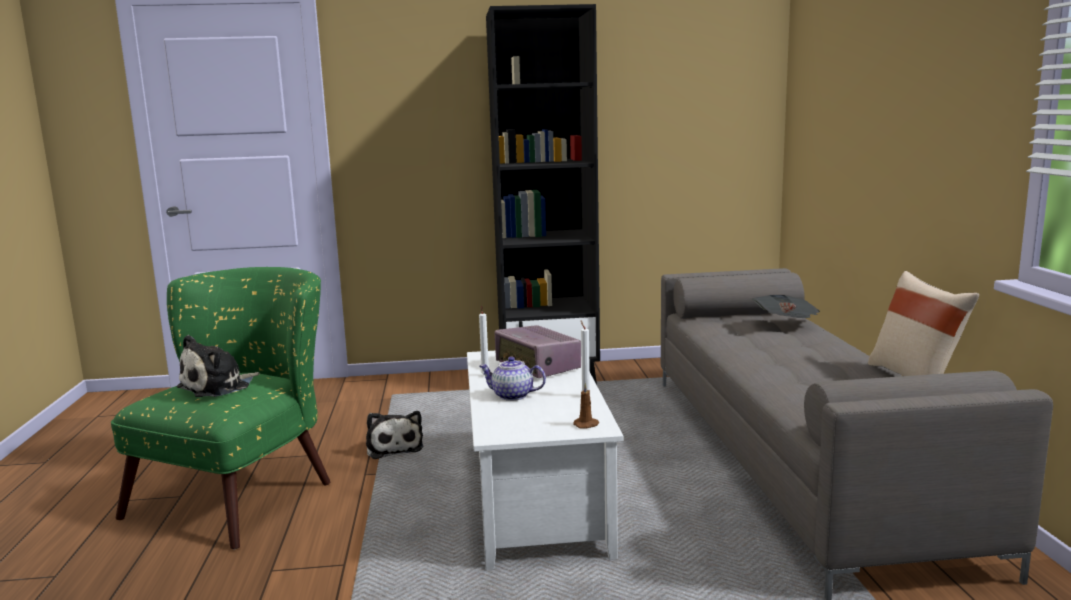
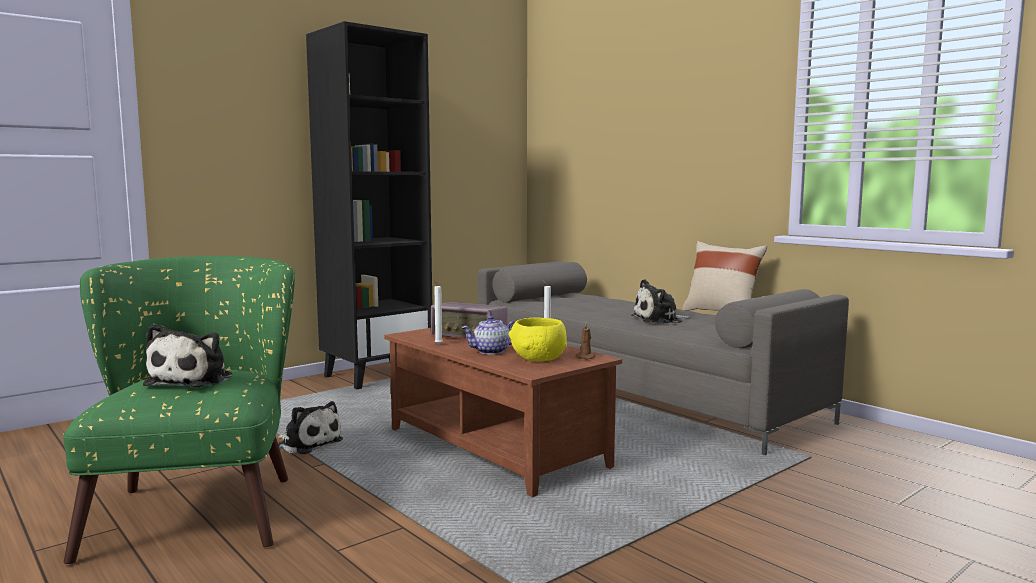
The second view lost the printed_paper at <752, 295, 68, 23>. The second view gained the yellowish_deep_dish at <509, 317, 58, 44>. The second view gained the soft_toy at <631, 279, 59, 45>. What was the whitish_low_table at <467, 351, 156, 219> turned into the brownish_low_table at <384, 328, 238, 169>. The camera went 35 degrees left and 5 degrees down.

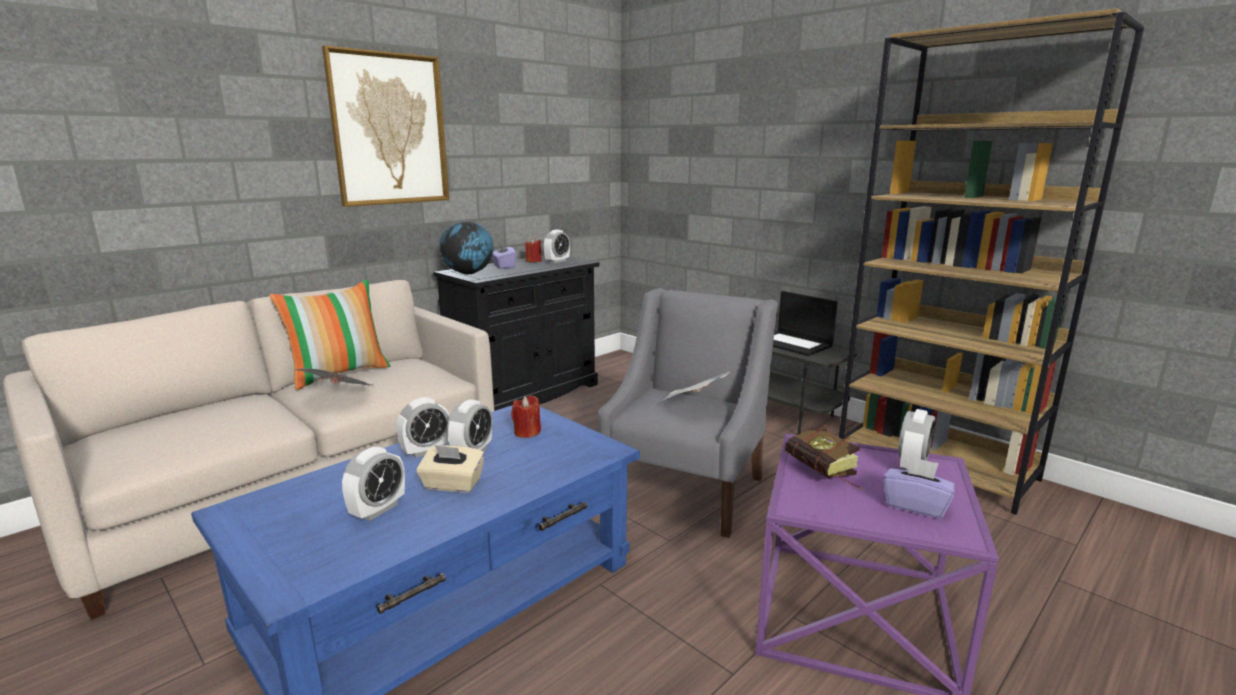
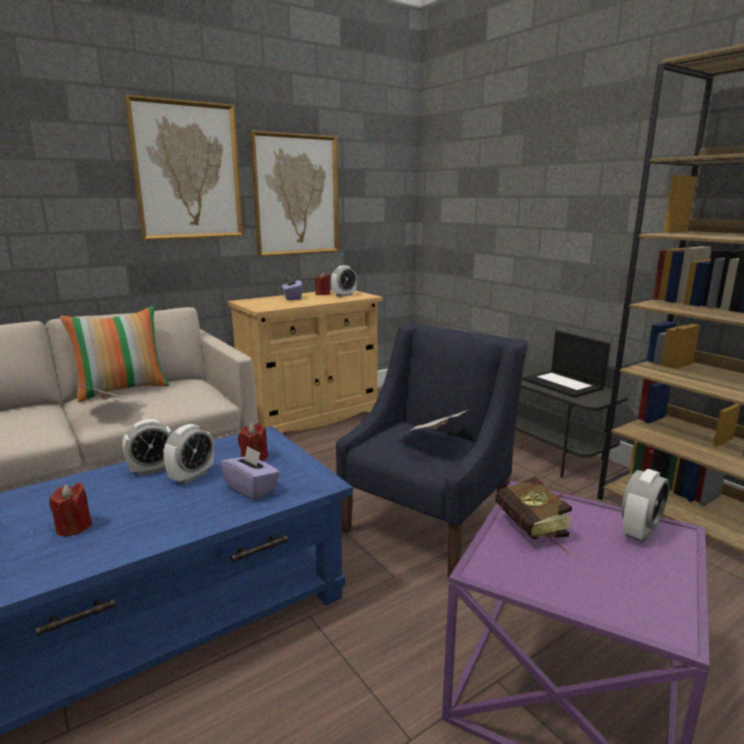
The second view lost the beige-coloured_tissue_holder at <416, 445, 69, 47>. The second view lost the desk_globe at <440, 221, 53, 53>. The second view gained the picture at <250, 130, 89, 127>. The purple_tissue_holder ended up elsewhere, having gone from <883, 456, 72, 63> to <220, 446, 60, 54>. Where the alarm_clock stood at <342, 447, 63, 74>, the red-coloured_wax_candle came to stand at <49, 482, 43, 55>. What was the blackish_cabinet at <433, 255, 167, 156> turned into the beige-coloured_cabinet at <228, 290, 155, 143>. What was the greyish_easy_chair at <598, 288, 180, 250> turned into the blue-coloured_easy_chair at <336, 323, 192, 255>. The camera went 10 degrees right and 0 degrees up.

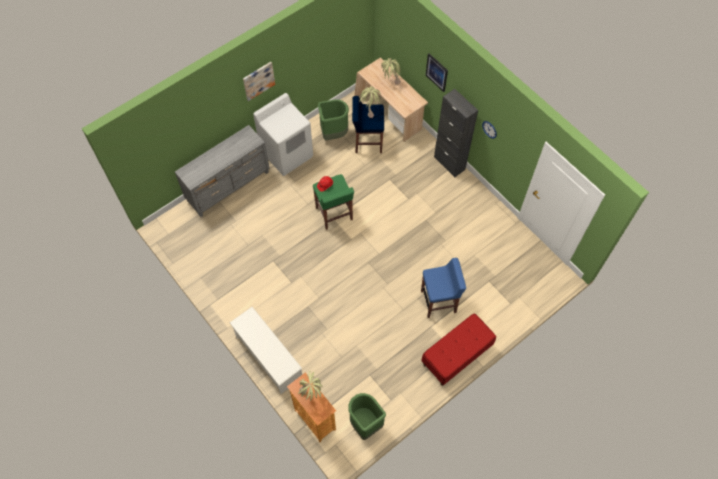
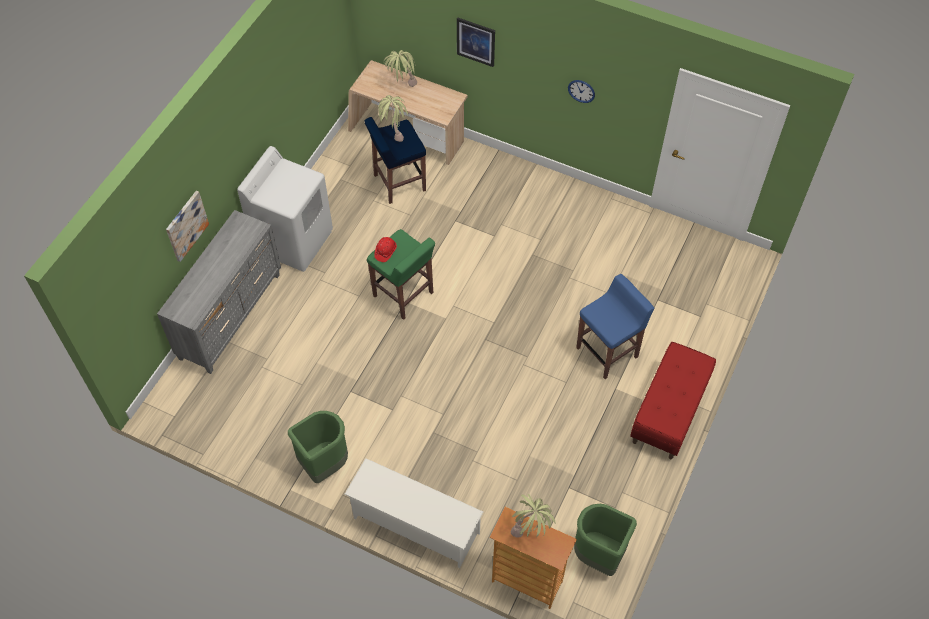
The second view lost the blackish_cabinet at <434, 89, 44, 88>. The picture ended up elsewhere, having gone from <243, 62, 32, 39> to <166, 191, 43, 71>. The green-coloured_trash_can ended up elsewhere, having gone from <318, 99, 31, 41> to <288, 411, 60, 72>. The camera went 25 degrees left and 5 degrees down.

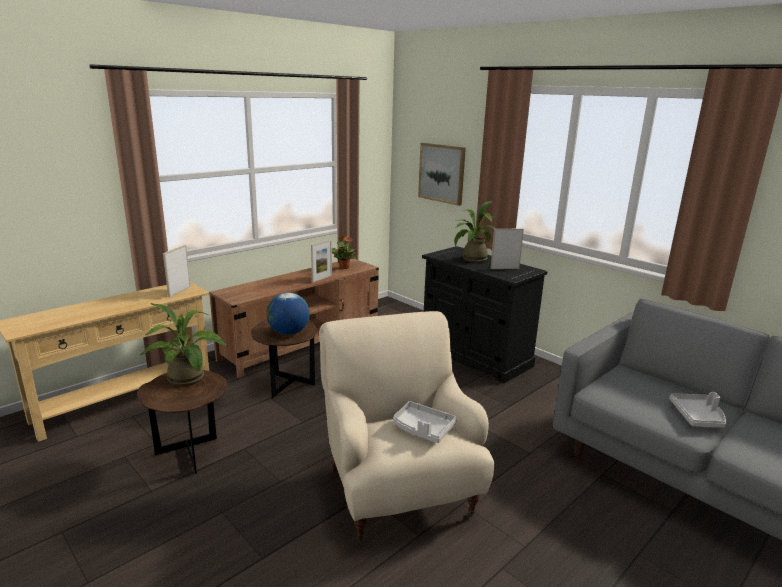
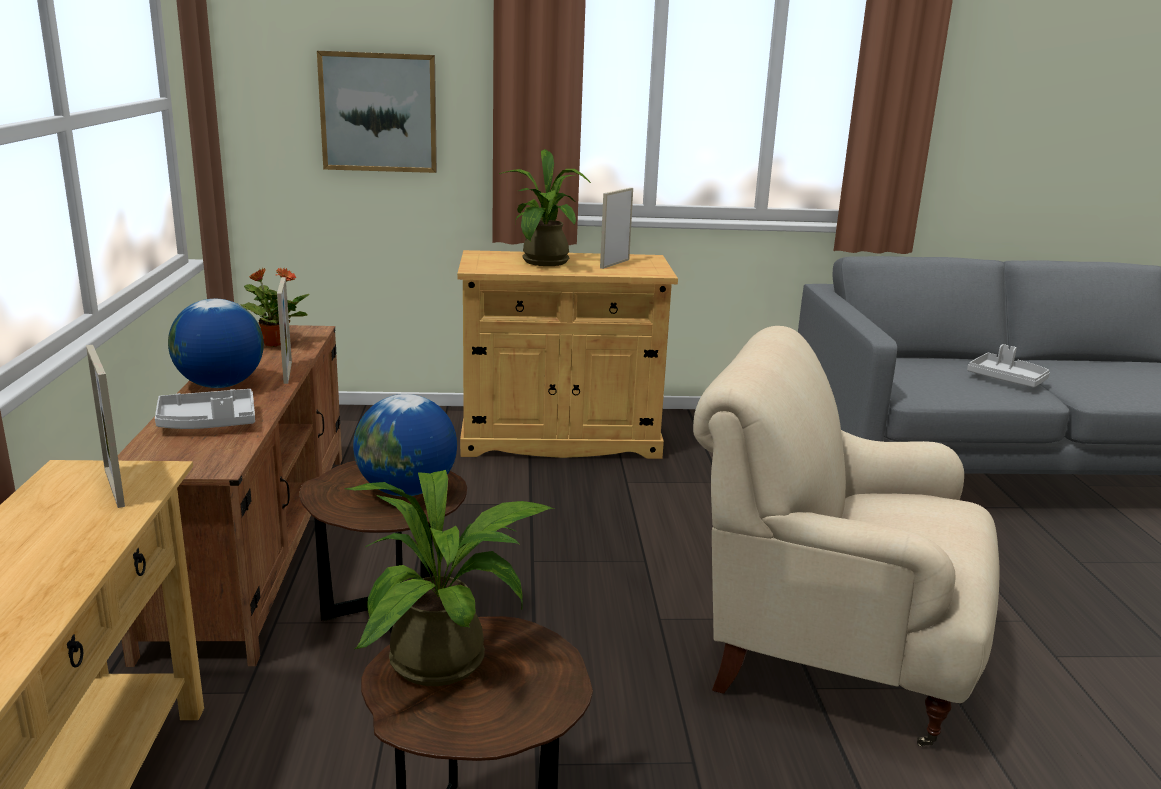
The second view gained the desk_globe at <168, 299, 96, 89>. The greyish_tray ended up elsewhere, having gone from <393, 401, 64, 42> to <155, 389, 100, 40>. What was the blackish_cabinet at <422, 246, 126, 137> turned into the beige-coloured_cabinet at <457, 250, 221, 209>. The camera went 50 degrees left and 0 degrees up.

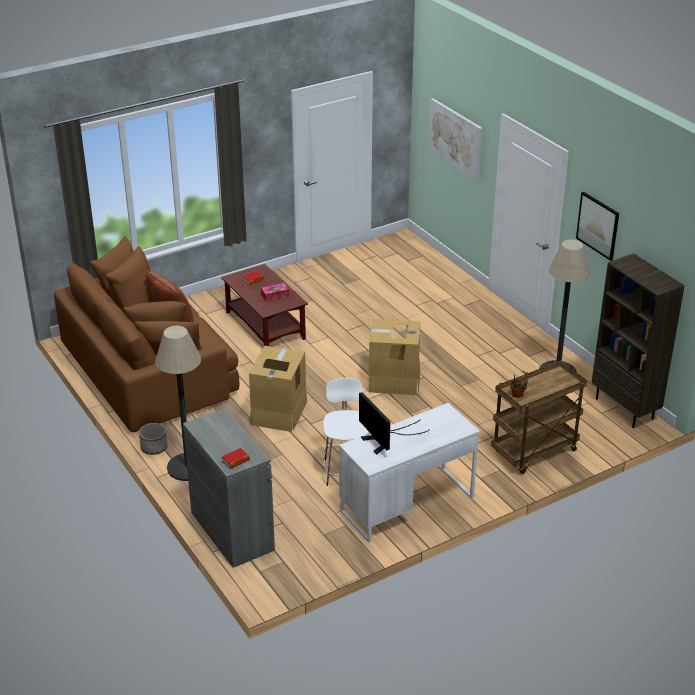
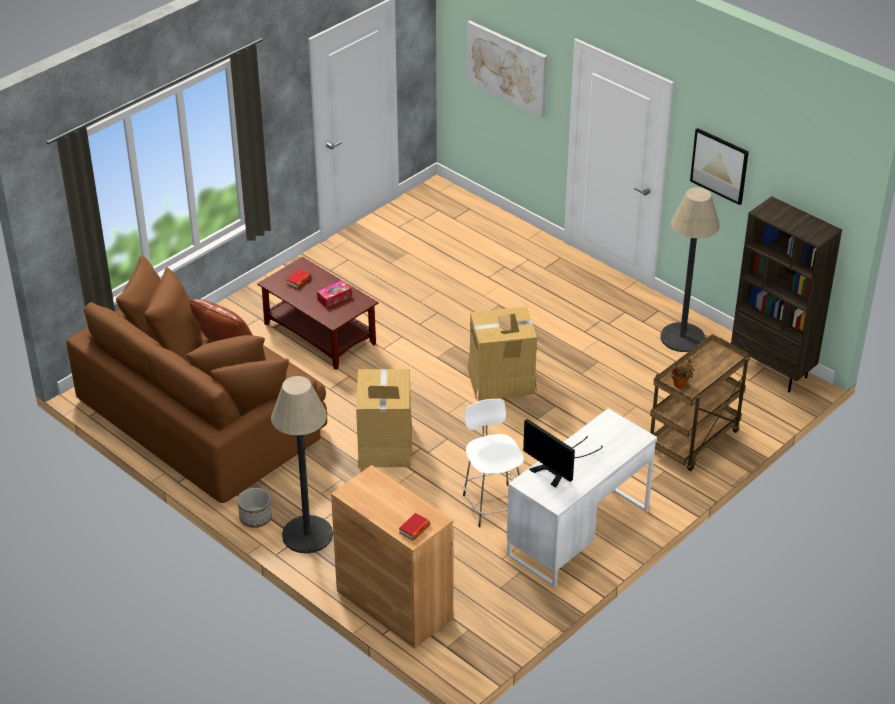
What was the greyish_cabinet at <183, 408, 92, 160> turned into the brownish_cabinet at <331, 465, 123, 184>. The camera went 15 degrees left and 5 degrees up.

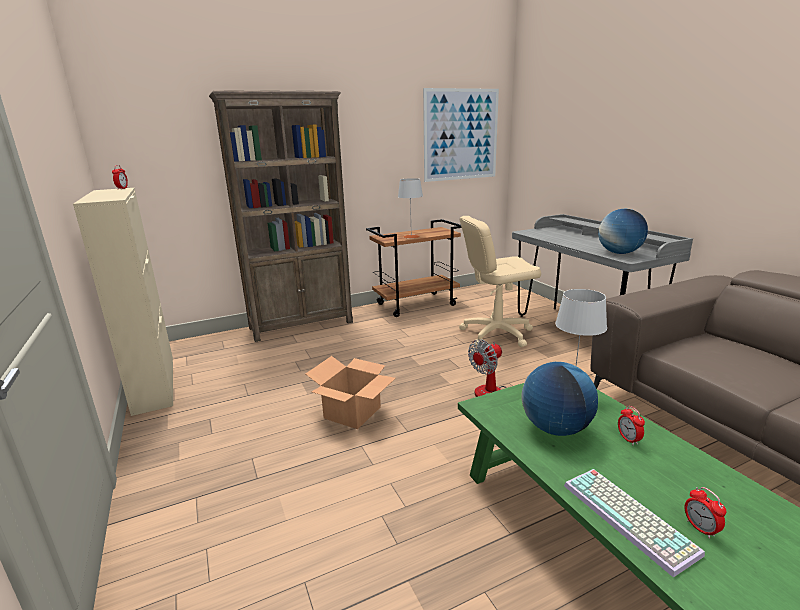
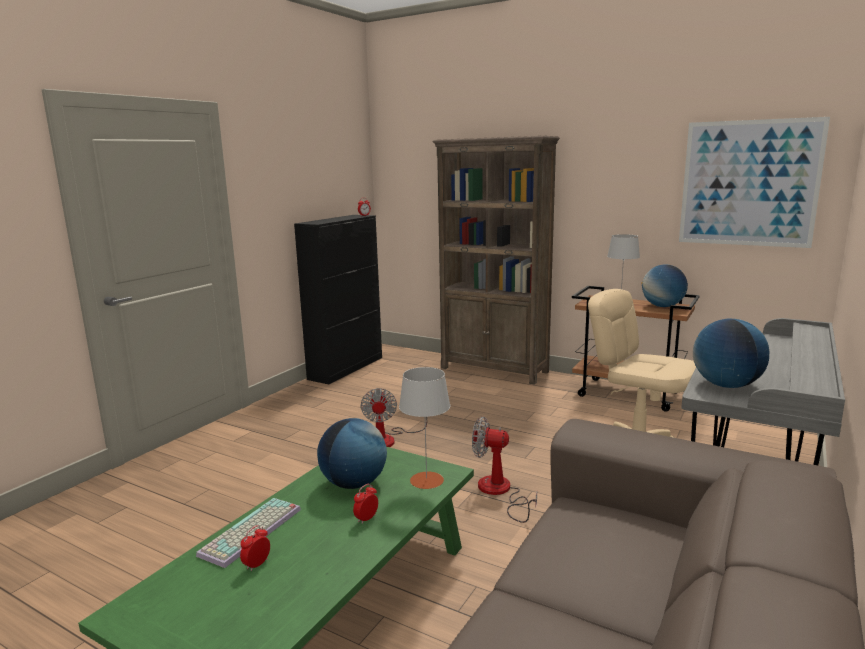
The second view gained the desk_globe at <641, 264, 47, 43>. Where the carton stood at <306, 356, 90, 73>, the fan came to stand at <360, 388, 67, 59>. What was the beige-coloured_cabinet at <73, 188, 100, 228> turned into the blackish_cabinet at <294, 215, 88, 169>. The camera went 55 degrees right and 5 degrees down.

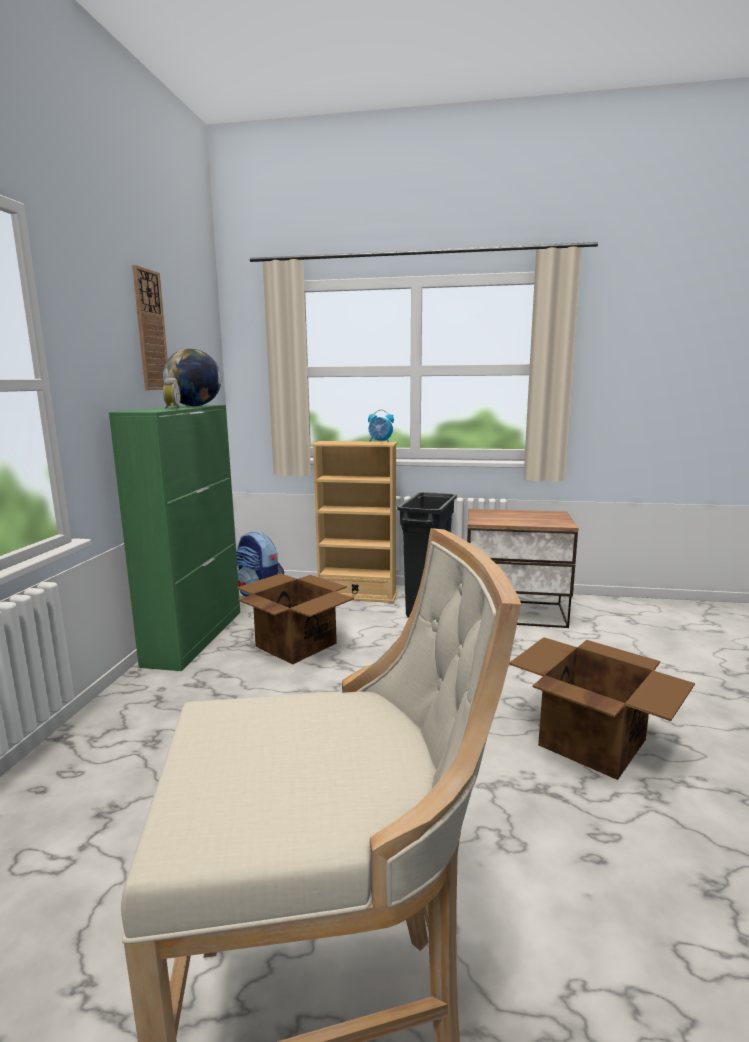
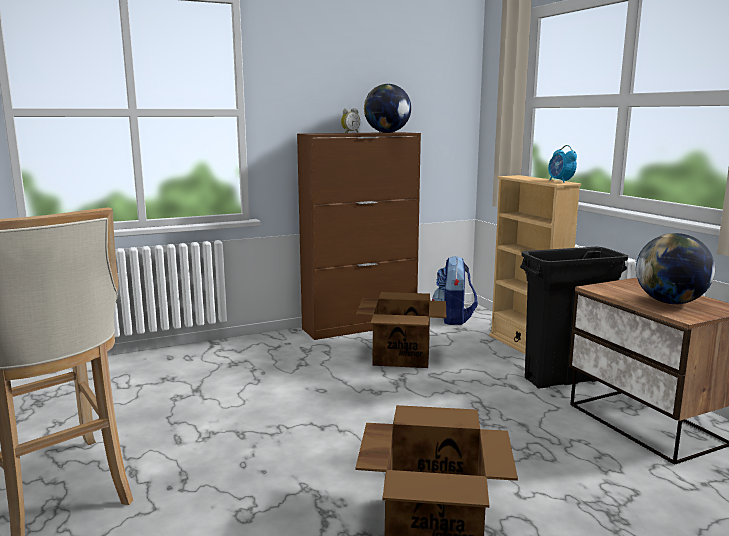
The second view lost the hanging_clock at <132, 265, 36, 125>. The second view gained the desk_globe at <636, 233, 79, 71>. What was the green-coloured_cabinet at <109, 405, 131, 266> turned into the brownish_cabinet at <297, 132, 124, 208>. The camera went 55 degrees right and 0 degrees up.

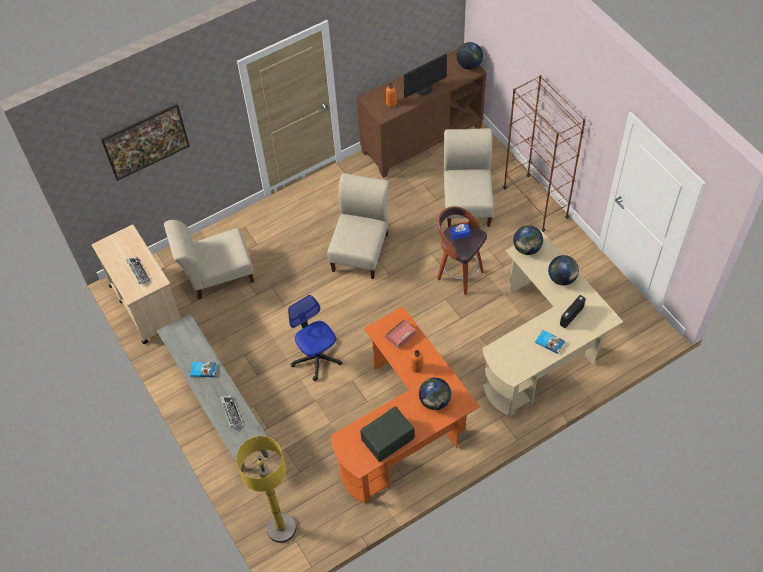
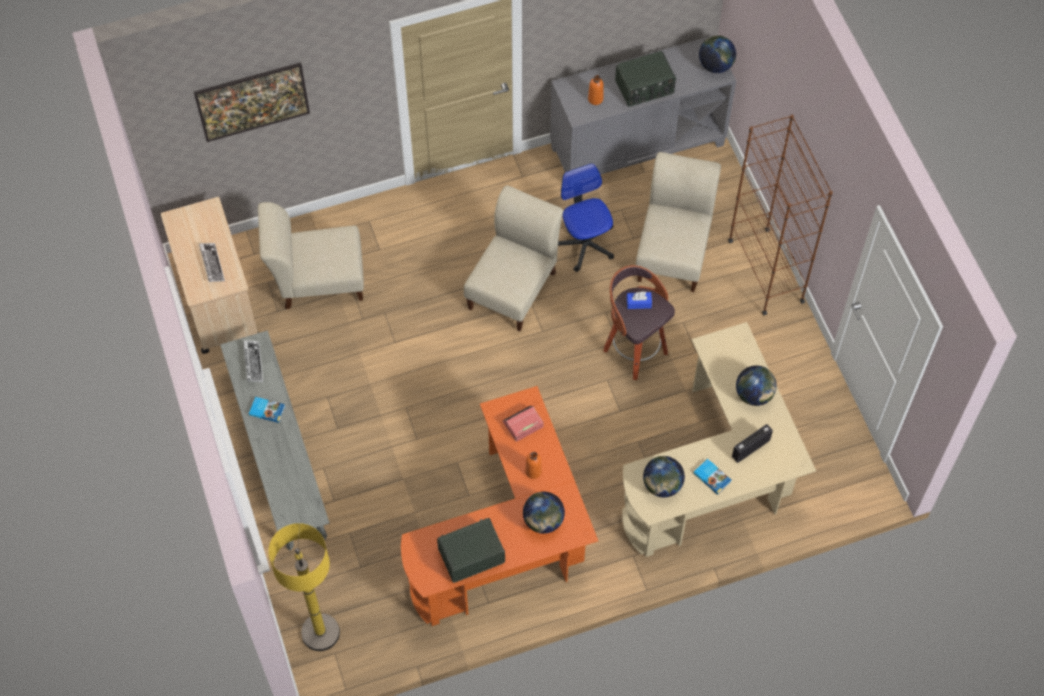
The keyboard ended up elsewhere, having gone from <220, 395, 23, 33> to <243, 341, 20, 41>. The computer_chair ended up elsewhere, having gone from <288, 295, 54, 86> to <558, 163, 56, 109>. The desk_globe ended up elsewhere, having gone from <513, 225, 30, 30> to <643, 456, 42, 42>. Where the computer_display stood at <404, 53, 43, 45>, the radio came to stand at <615, 51, 61, 56>. What was the brownish_cabinet at <357, 48, 129, 130> turned into the greyish_cabinet at <550, 35, 186, 139>. The camera went 10 degrees right and 5 degrees up.

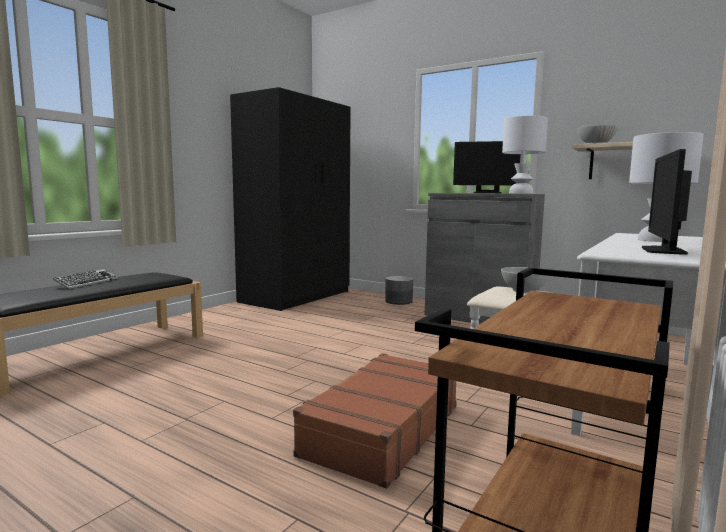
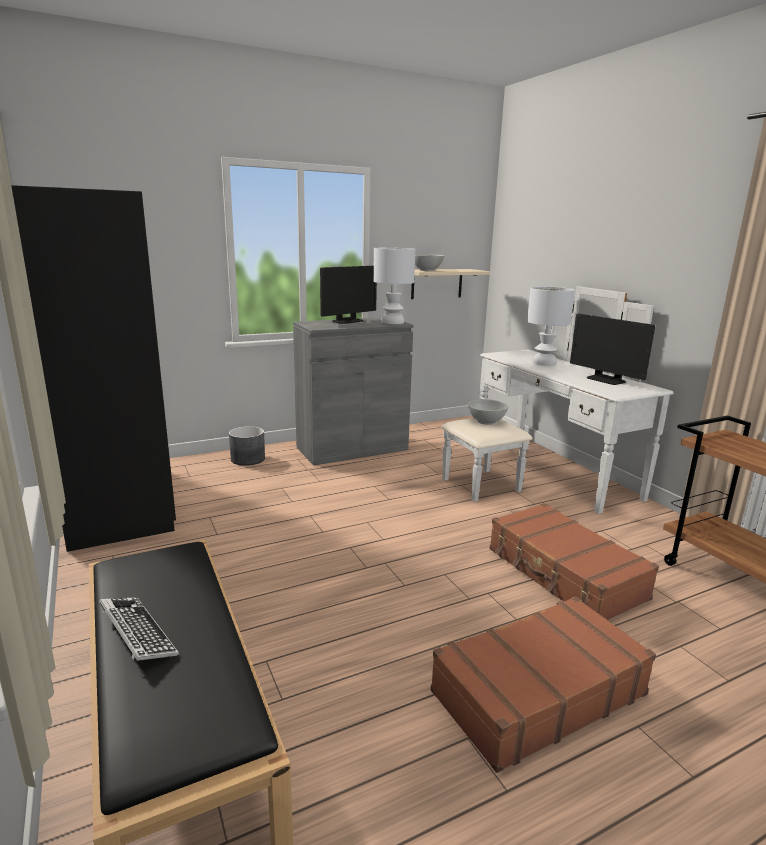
The second view gained the brownish_travel_case at <431, 596, 225, 177>. The camera went 60 degrees left and 10 degrees up.

